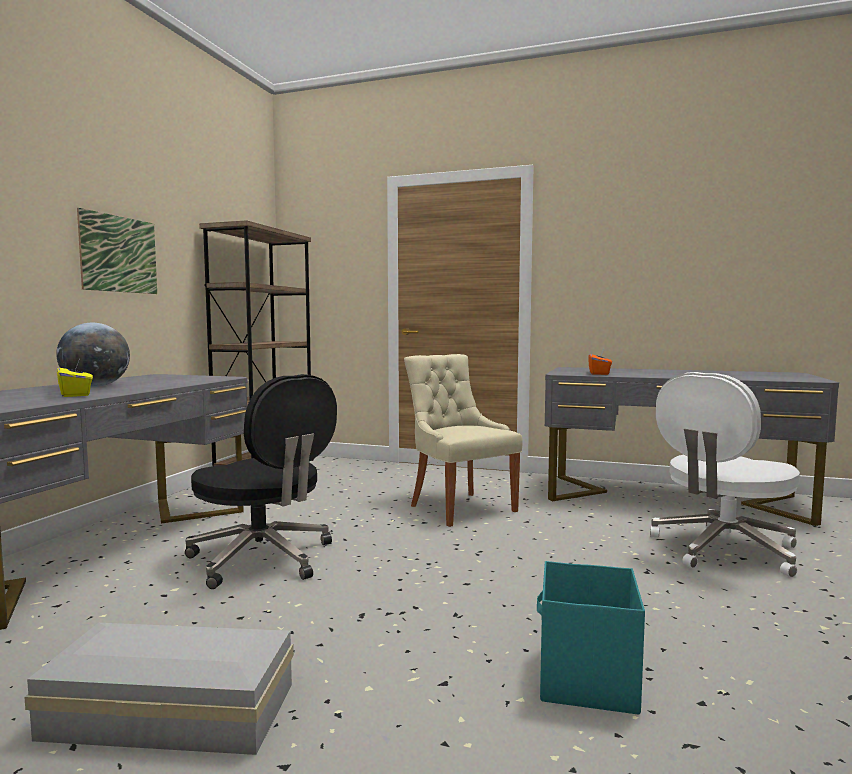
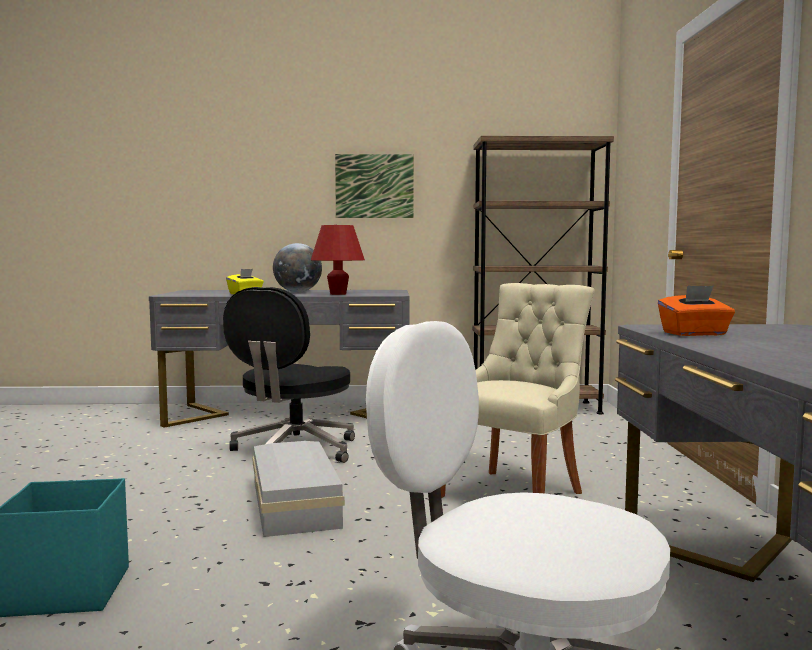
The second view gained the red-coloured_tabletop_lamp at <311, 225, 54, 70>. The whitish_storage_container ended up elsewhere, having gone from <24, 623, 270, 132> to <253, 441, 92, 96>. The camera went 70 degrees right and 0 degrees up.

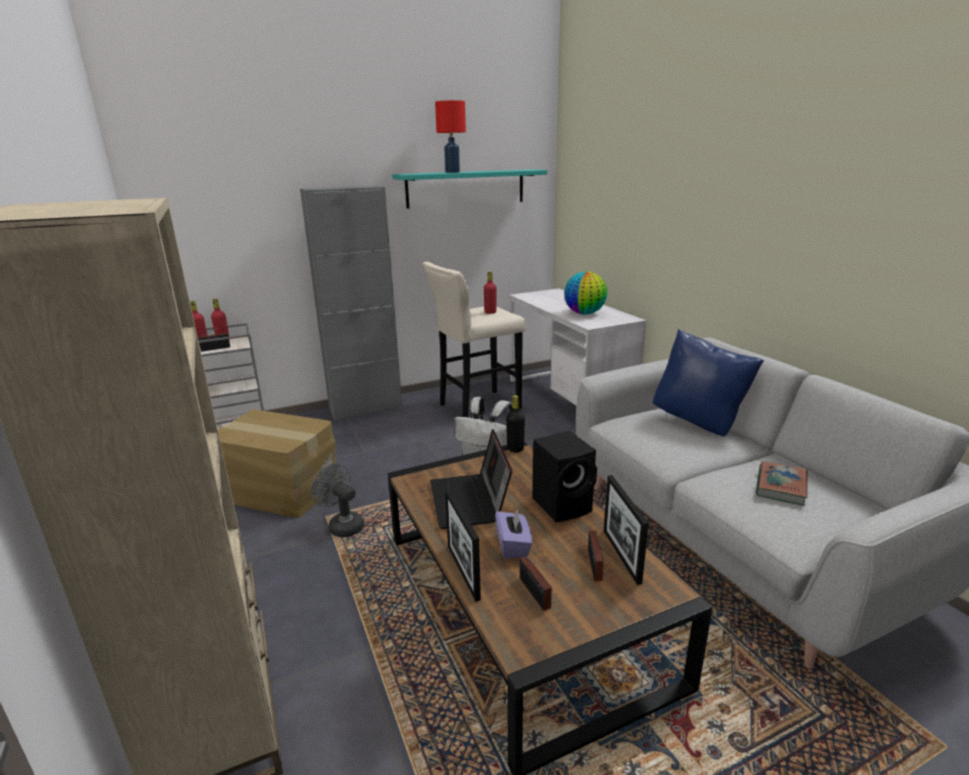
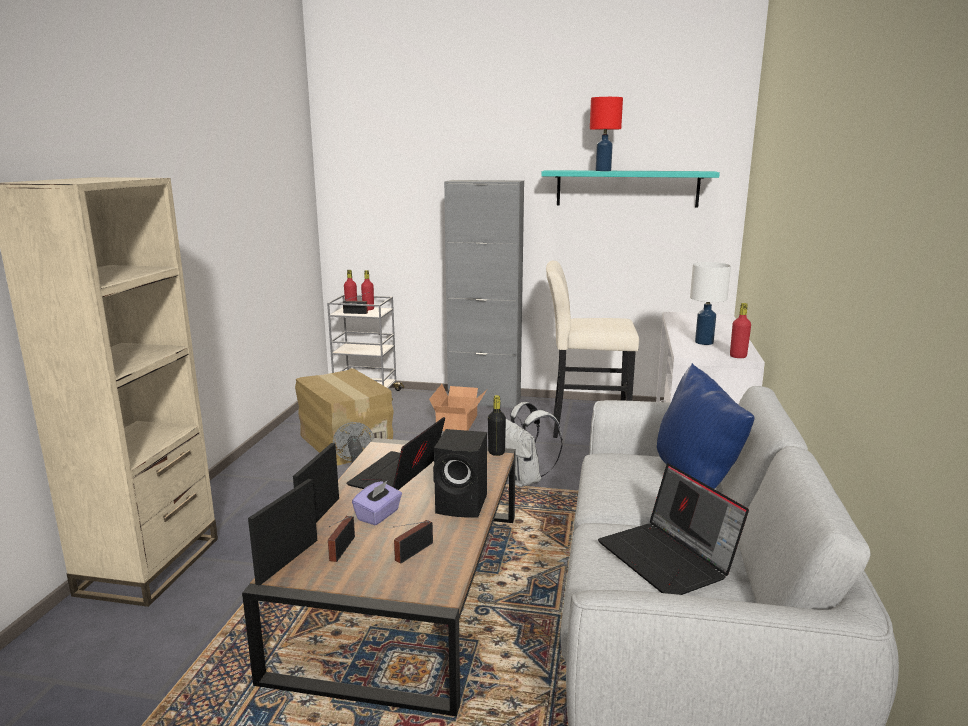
The second view gained the carton at <429, 384, 58, 47>. The red-coloured_bottle ended up elsewhere, having gone from <484, 271, 13, 43> to <730, 303, 21, 55>. The standing_frame ended up elsewhere, having gone from <604, 475, 45, 110> to <248, 479, 69, 107>. Where the desk_globe stood at <564, 271, 43, 44>, the whitish_tabletop_lamp came to stand at <690, 262, 41, 83>. Where the bound_book stood at <756, 461, 52, 45>, the portable_computer came to stand at <598, 463, 151, 132>. The camera went 35 degrees right and 5 degrees down.

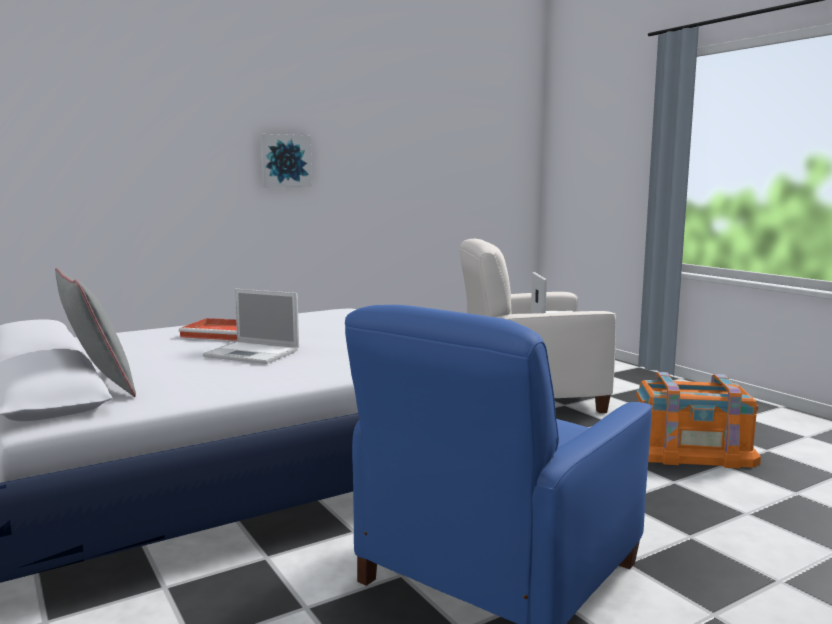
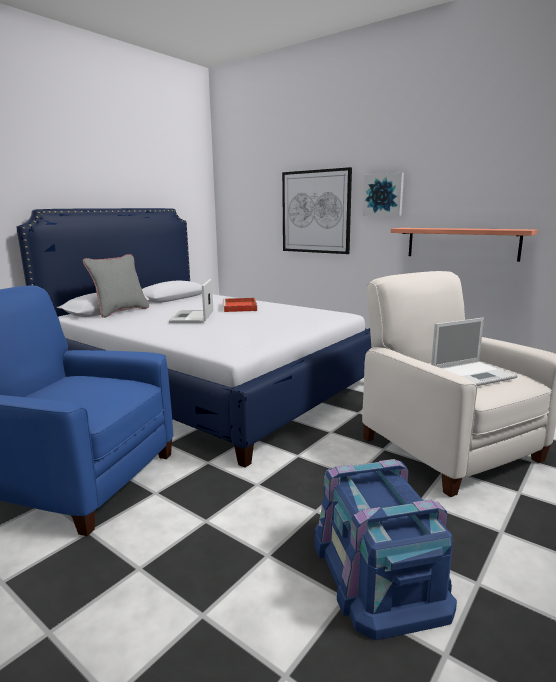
The second view gained the picture at <282, 167, 70, 87>. The second view gained the bracket_shelf at <391, 228, 146, 34>. What was the orangey_storage_container at <636, 372, 125, 97> turned into the blue-coloured_storage_container at <314, 459, 143, 181>. The camera went 70 degrees right and 5 degrees up.

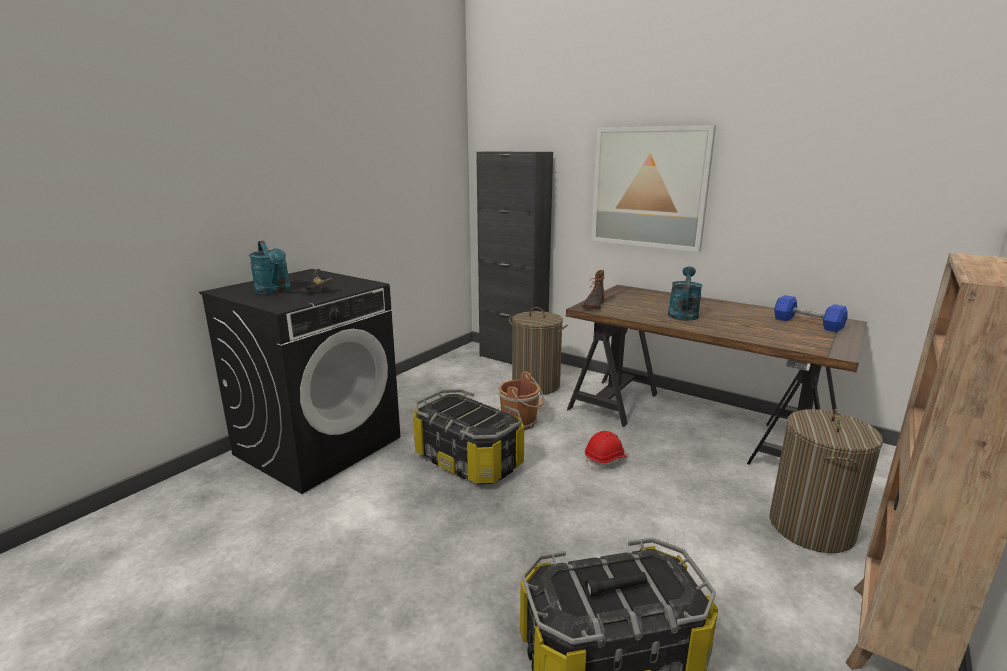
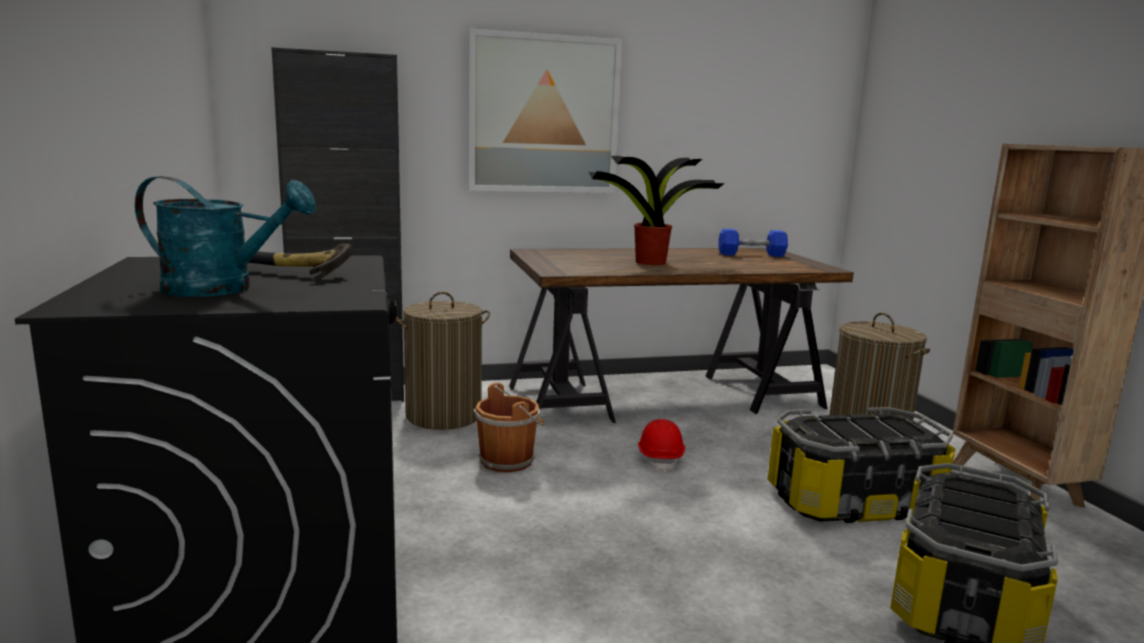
The second view lost the boot at <582, 270, 22, 40>. The second view lost the blackish_hand_torch at <585, 572, 62, 25>. The storage_container ended up elsewhere, having gone from <413, 389, 111, 96> to <768, 407, 187, 116>. Where the turquoise-coloured_sprinkling_can stood at <668, 266, 35, 54>, the plant_in_a_pot came to stand at <589, 156, 136, 109>. The camera went 50 degrees left and 5 degrees down.

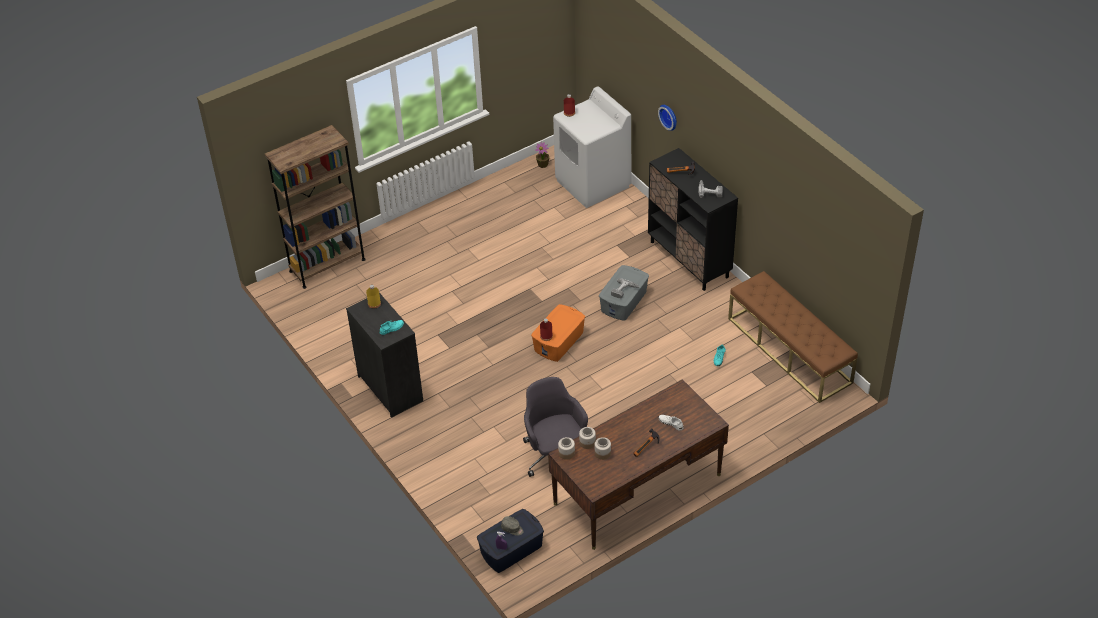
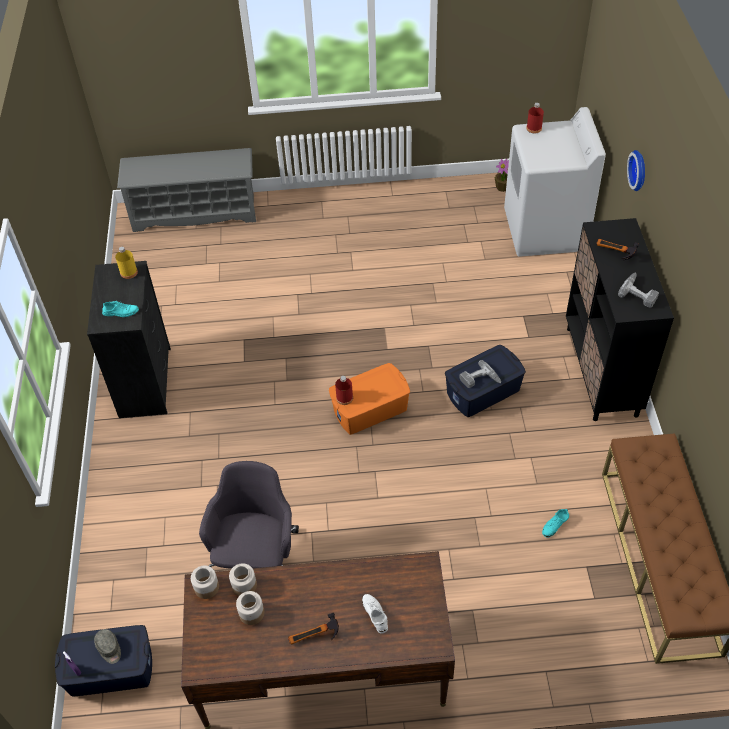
Where the brownish_bookshelf stood at <265, 125, 101, 164>, the greyish_shoe_shelf came to stand at <117, 148, 139, 84>. What was the greyish_storage_container at <599, 265, 50, 56> turned into the blue-coloured_storage_container at <445, 345, 81, 72>. The camera went 30 degrees right and 5 degrees up.

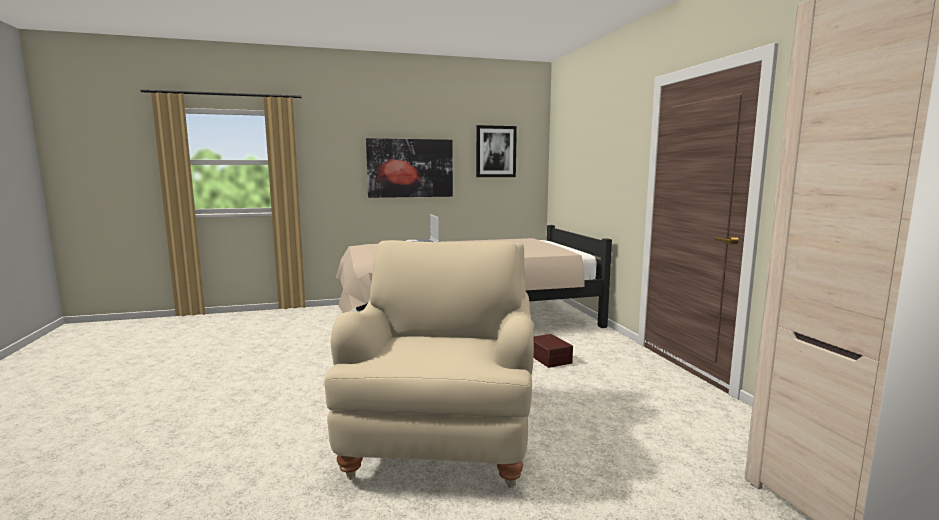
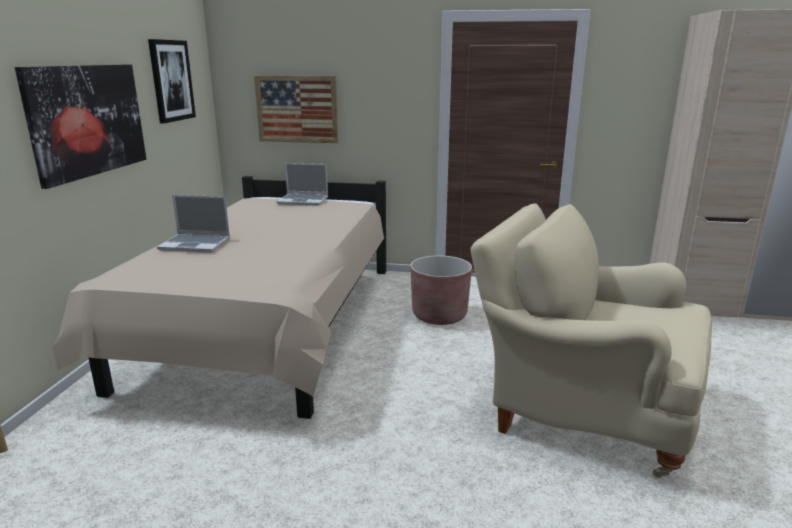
The second view gained the picture at <254, 75, 85, 68>. The second view gained the portable_computer at <277, 163, 51, 43>. Where the brownish_storage_container stood at <533, 334, 40, 34>, the brownish_flower_pot came to stand at <410, 255, 62, 70>. The camera went 65 degrees left and 10 degrees up.

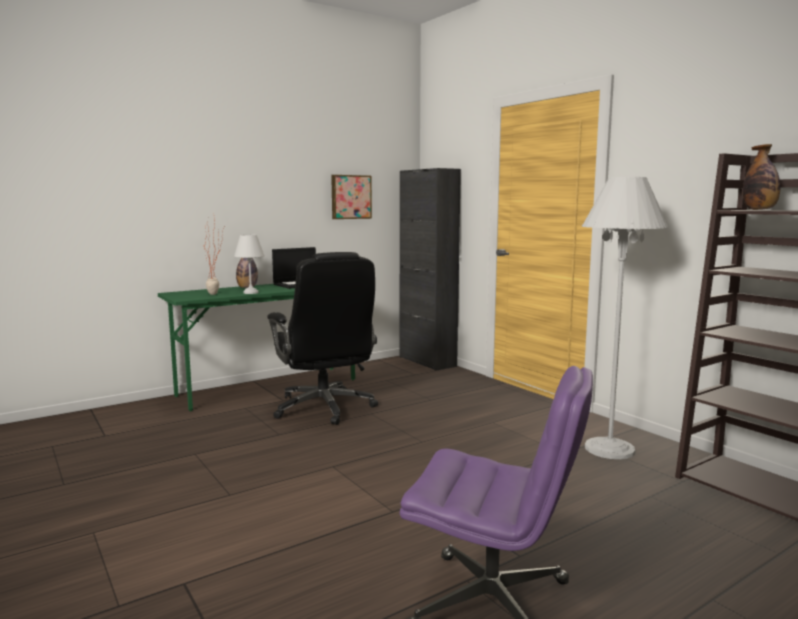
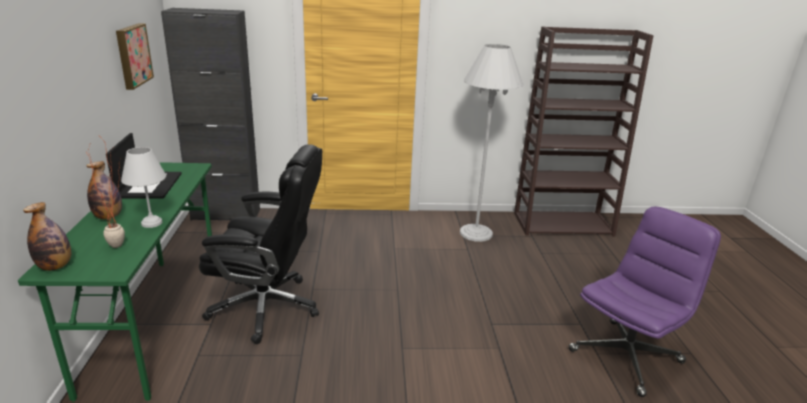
The bottle ended up elsewhere, having gone from <743, 144, 37, 66> to <23, 202, 48, 69>. The camera went 60 degrees left and 15 degrees up.

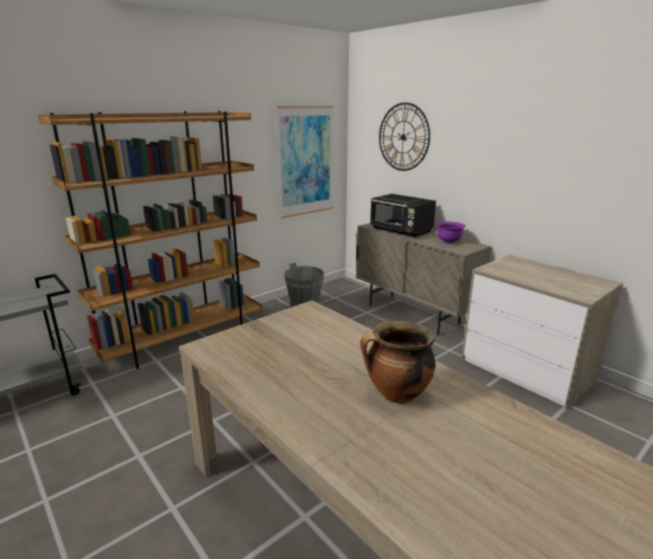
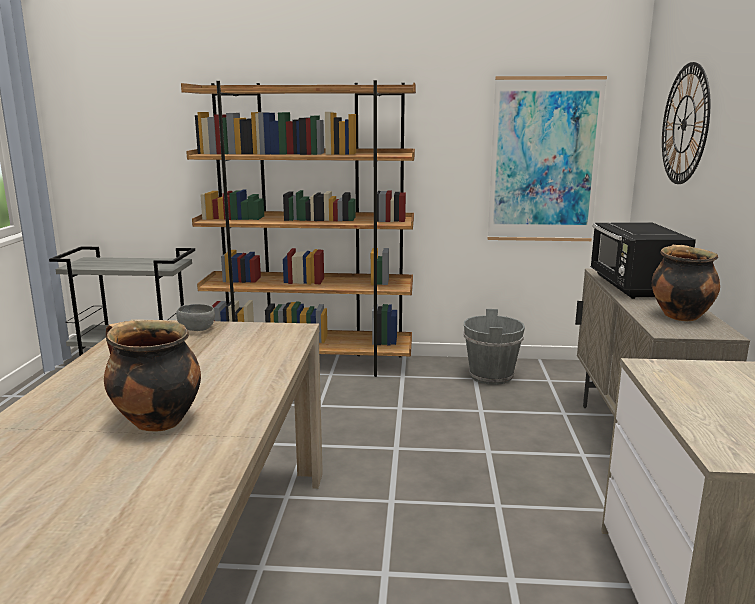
The second view gained the greyish_deep_dish at <176, 304, 39, 27>. Where the purple_deep_dish stood at <436, 221, 30, 23>, the cooking_pot came to stand at <652, 245, 68, 76>. The camera went 45 degrees right and 5 degrees down.

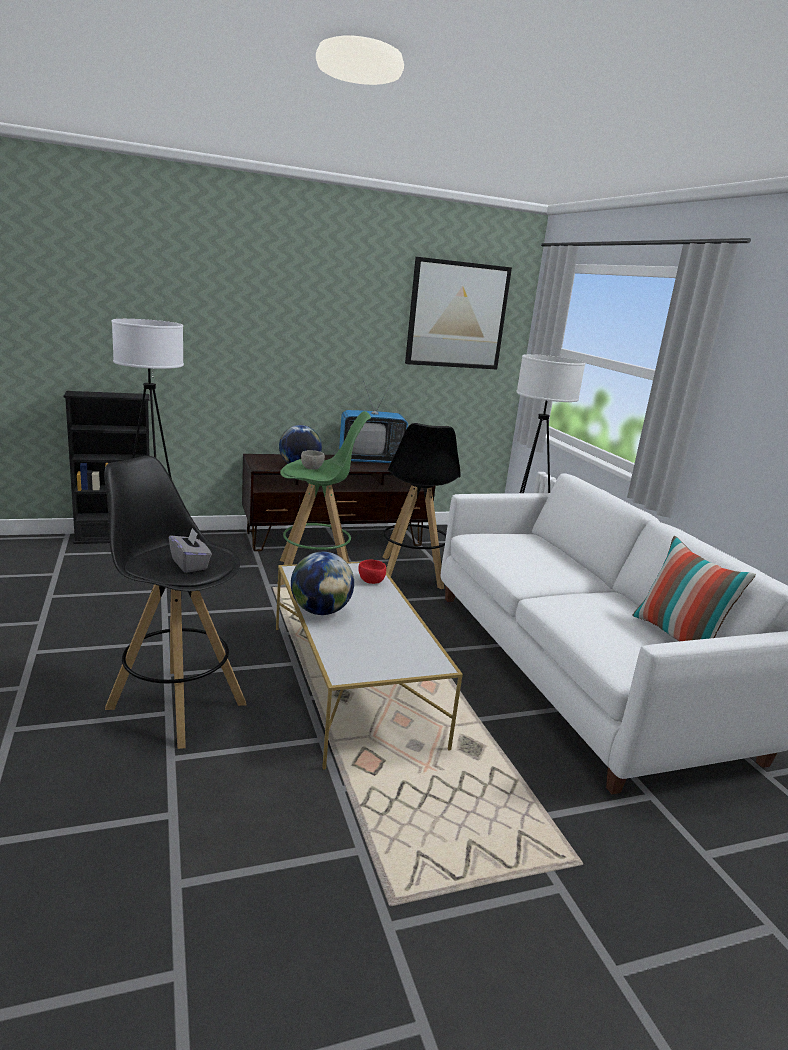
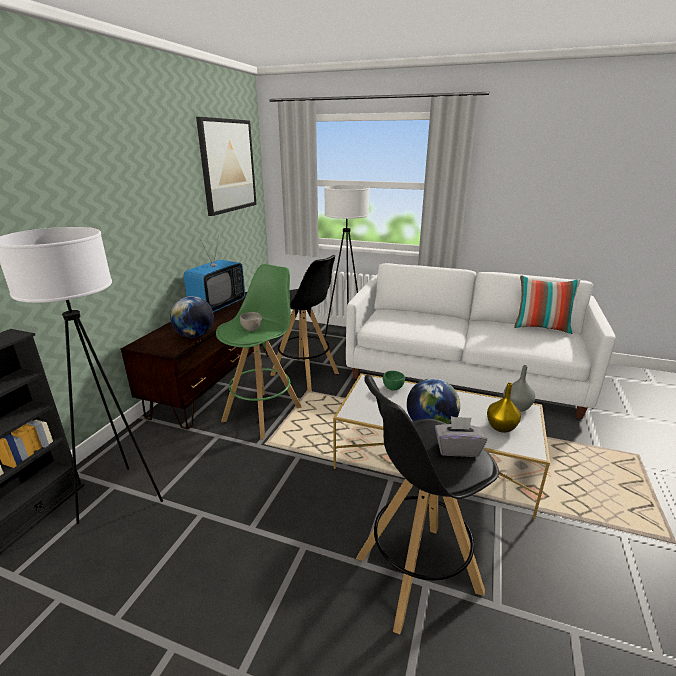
The second view gained the yellowish_vase at <487, 382, 34, 51>. The second view gained the greyish_vase at <503, 365, 32, 47>. What was the red-coloured_deep_dish at <358, 560, 28, 24> turned into the green-coloured_deep_dish at <383, 371, 22, 20>. The camera went 50 degrees left and 5 degrees up.

